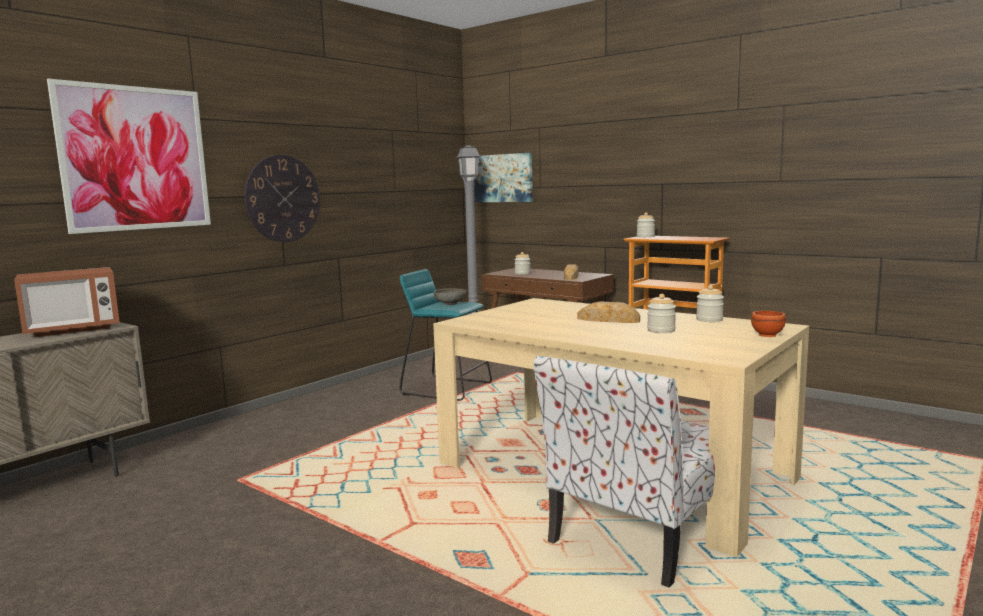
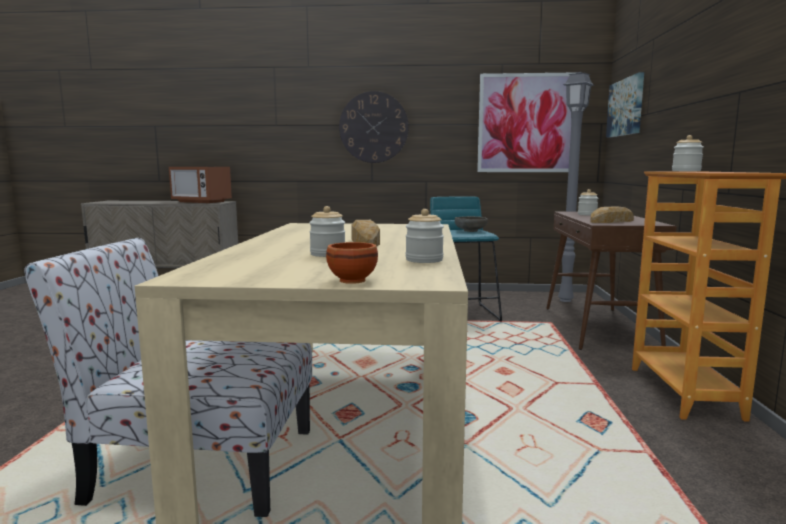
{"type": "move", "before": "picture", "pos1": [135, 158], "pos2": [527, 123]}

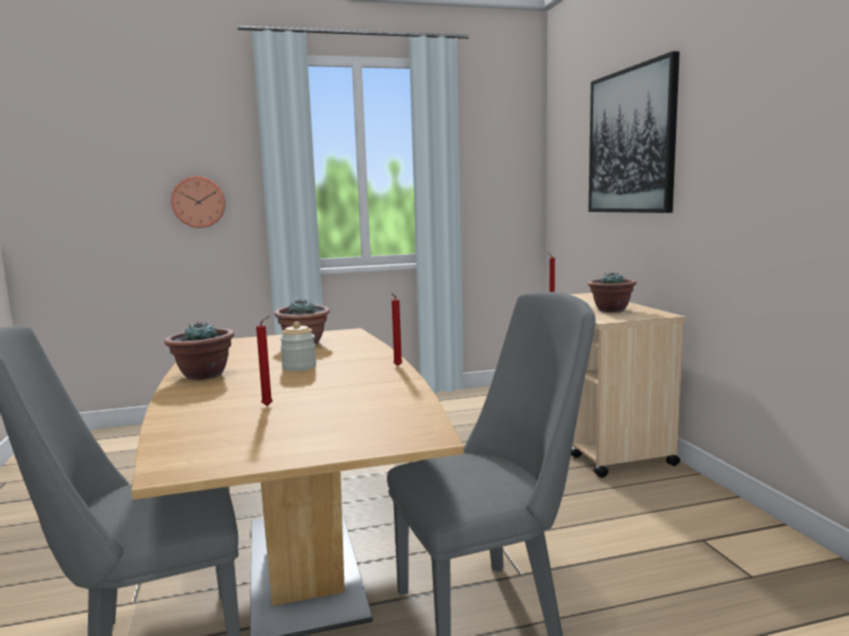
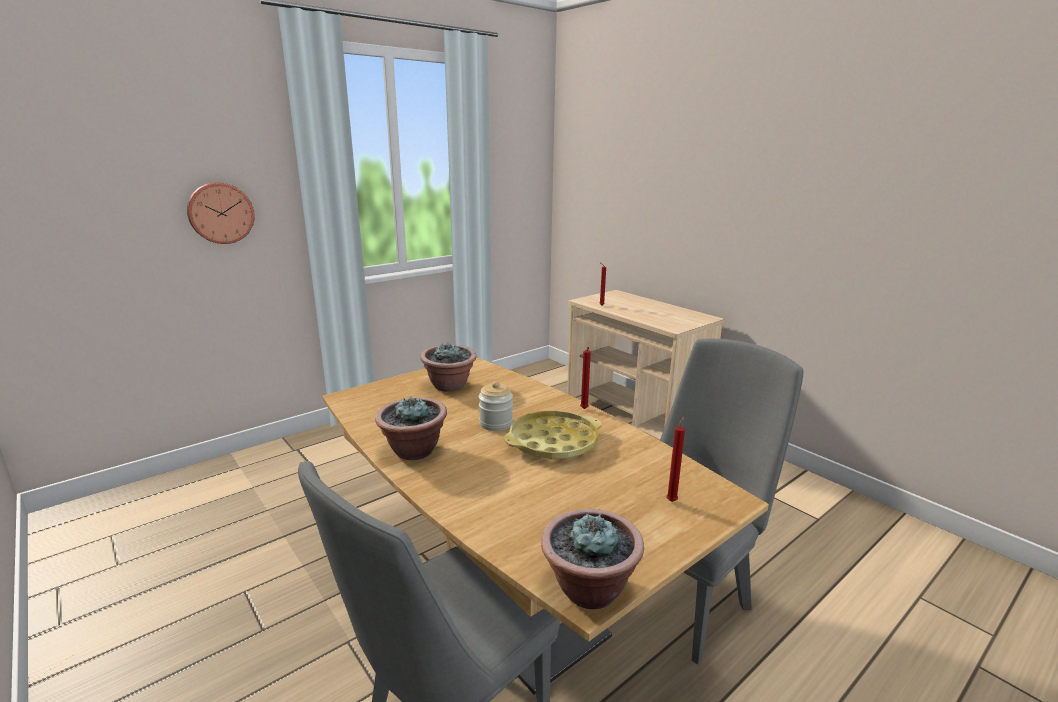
{"type": "move", "before": "red candle", "pos1": [269, 405], "pos2": [672, 500]}
{"type": "move", "before": "potted plant", "pos1": [610, 310], "pos2": [588, 589]}
{"type": "delete", "before": "picture", "pos1": [631, 141]}
{"type": "insert", "after": "yellow tray", "pos2": [553, 442]}

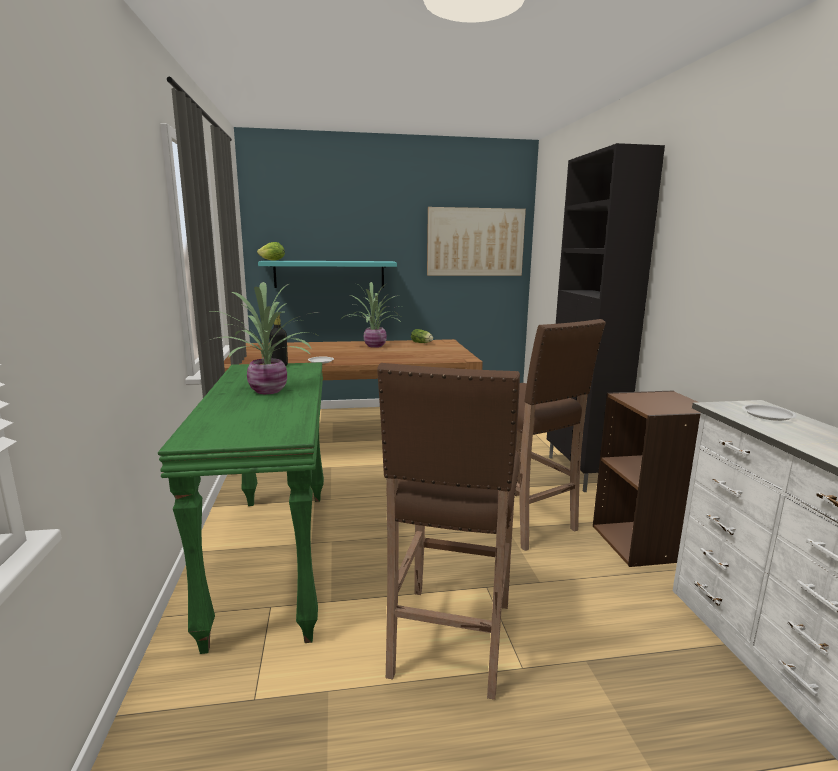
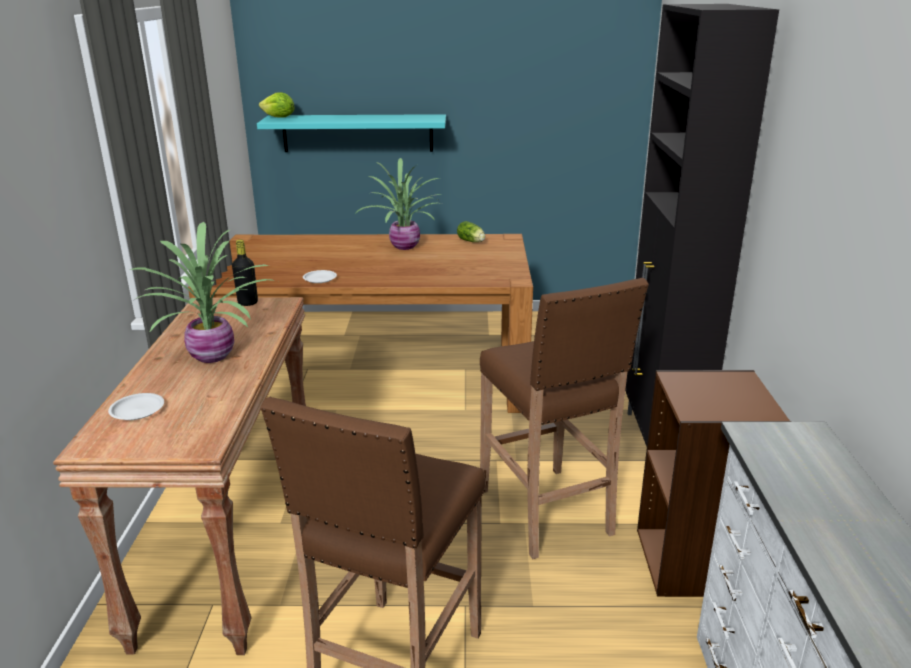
{"type": "recolor", "before": "green console table", "after": "brown console table", "pos1": [272, 558], "pos2": [231, 539]}
{"type": "delete", "before": "picture", "pos1": [475, 242]}
{"type": "move", "before": "white plate", "pos1": [768, 415], "pos2": [137, 410]}

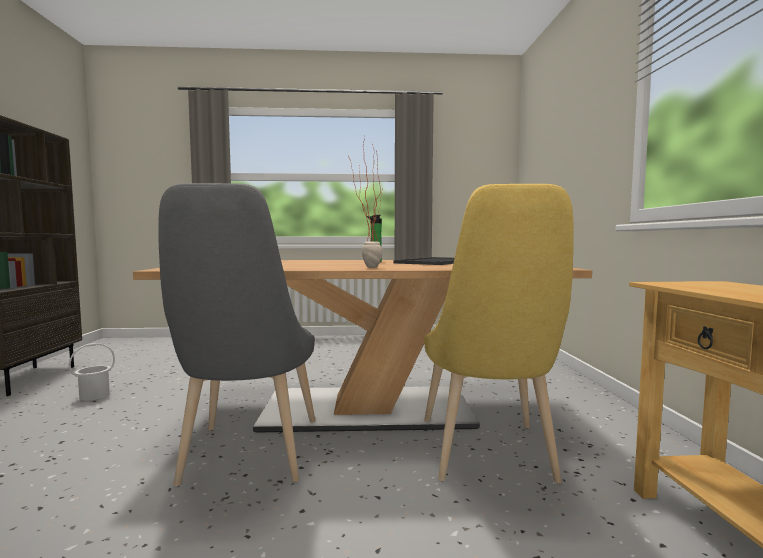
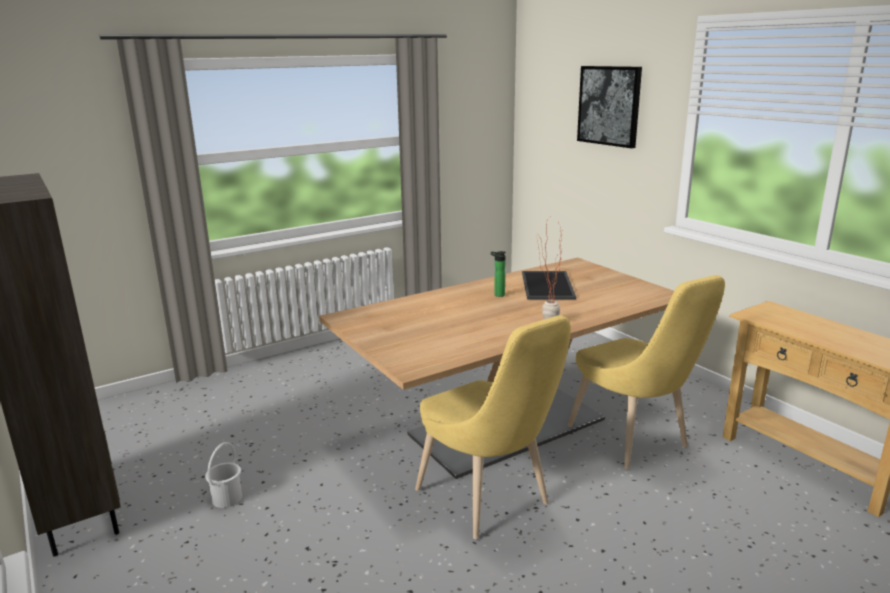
{"type": "recolor", "before": "grey chair", "after": "yellow chair", "pos1": [248, 458], "pos2": [488, 501]}
{"type": "insert", "after": "picture", "pos2": [609, 105]}

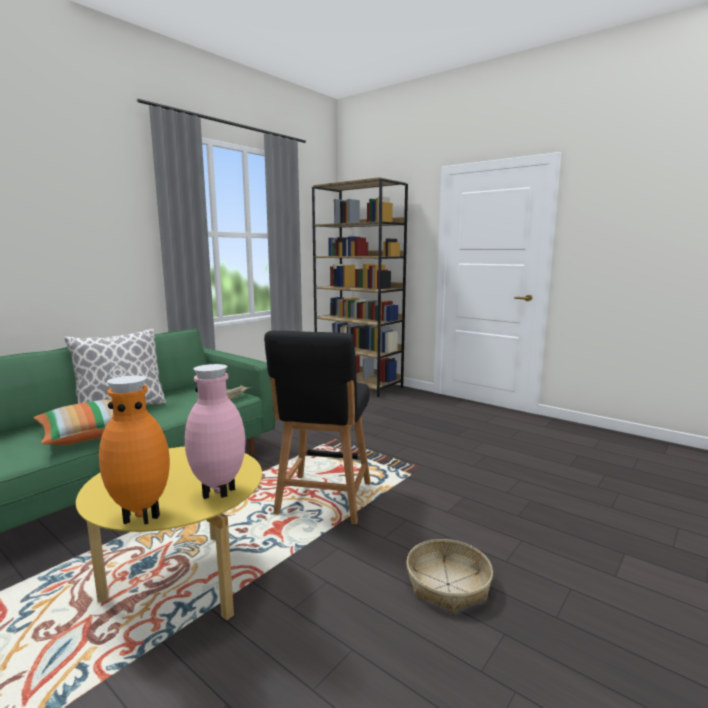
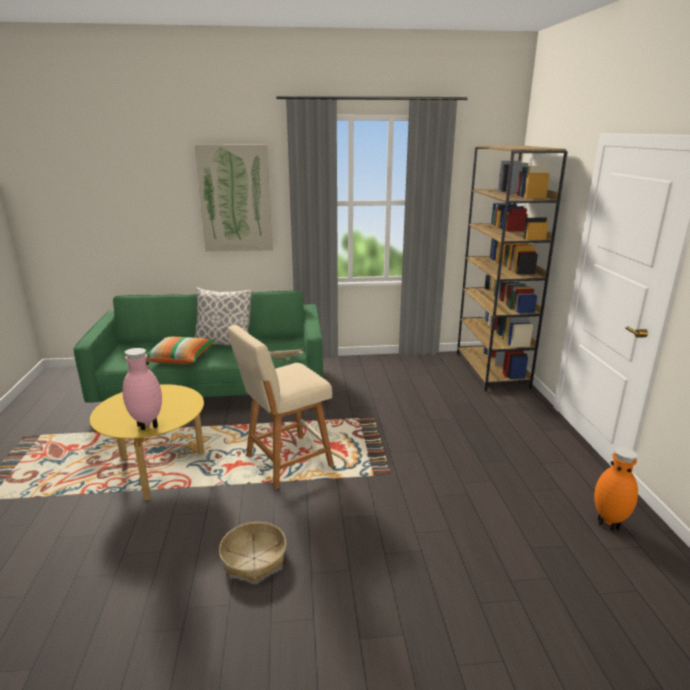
{"type": "move", "before": "orange vase", "pos1": [142, 516], "pos2": [609, 524]}
{"type": "recolor", "before": "black stool", "after": "beige stool", "pos1": [323, 501], "pos2": [285, 462]}
{"type": "insert", "after": "picture", "pos2": [235, 199]}

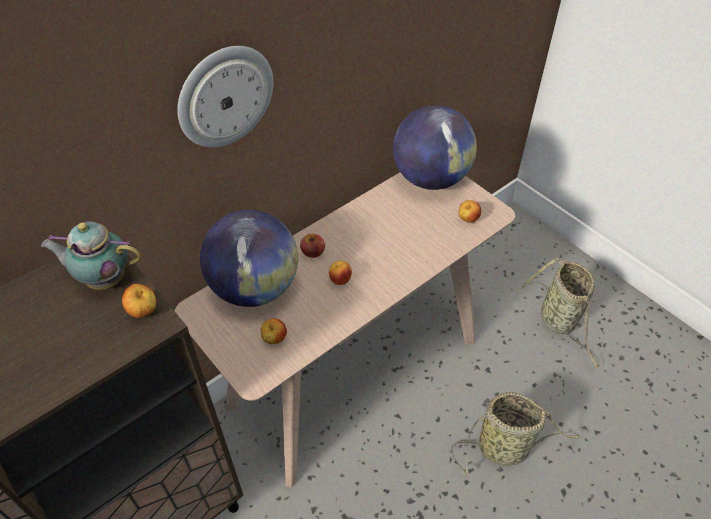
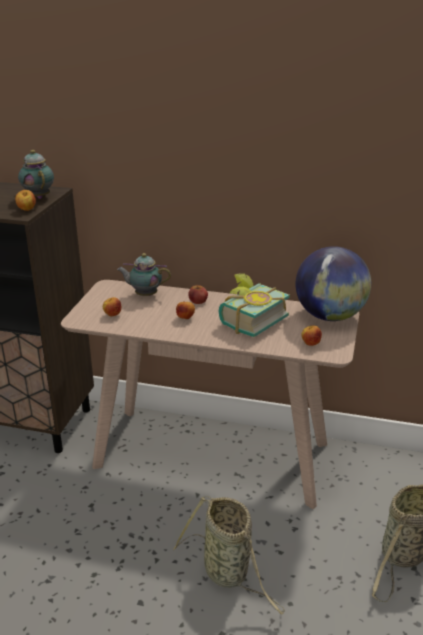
{"type": "delete", "before": "wall clock", "pos1": [224, 96]}
{"type": "replace", "before": "globe", "after": "teapot", "pos1": [255, 288], "pos2": [144, 295]}
{"type": "insert", "after": "book", "pos2": [248, 320]}

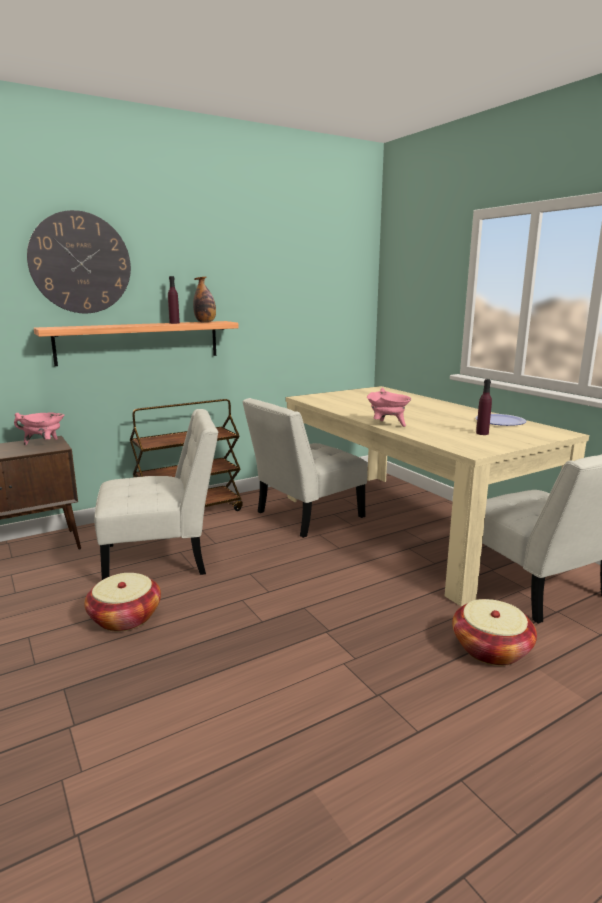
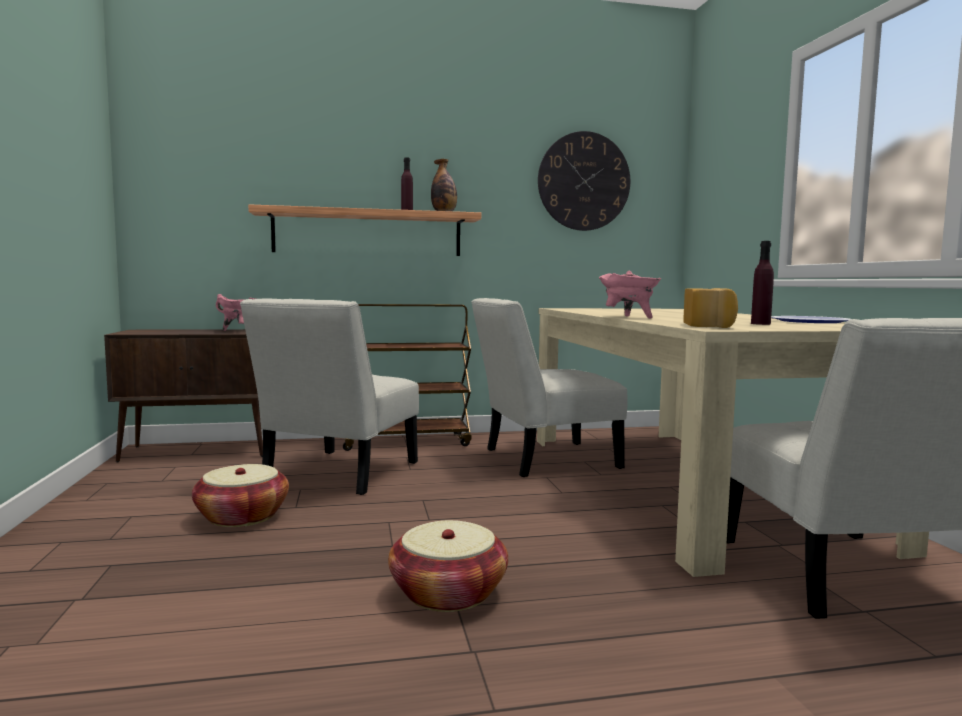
{"type": "move", "before": "wall clock", "pos1": [80, 263], "pos2": [584, 181]}
{"type": "rotate", "before": "white chair", "pos1": [162, 558], "pos2": [337, 474], "turn": 105}
{"type": "move", "before": "basket", "pos1": [491, 649], "pos2": [448, 593]}
{"type": "insert", "after": "bread", "pos2": [709, 325]}

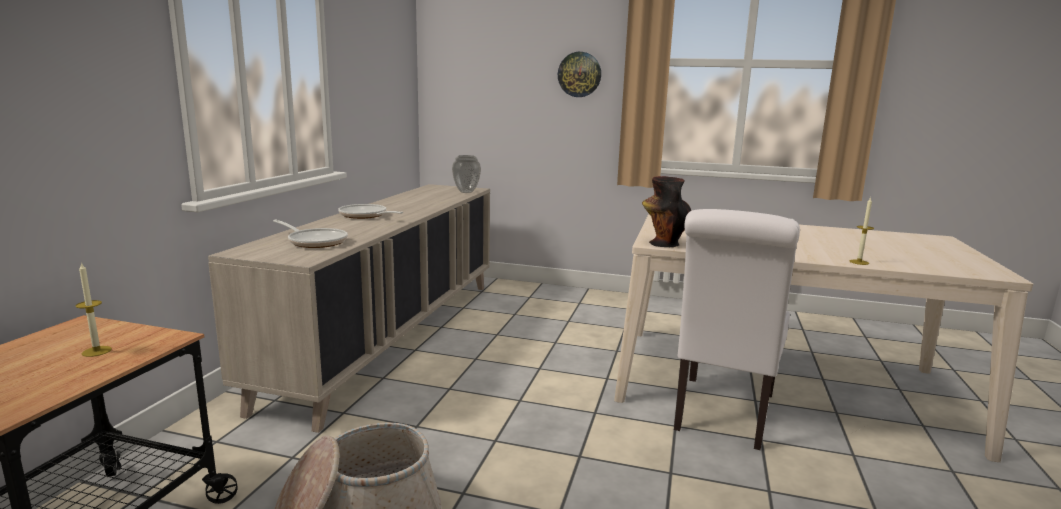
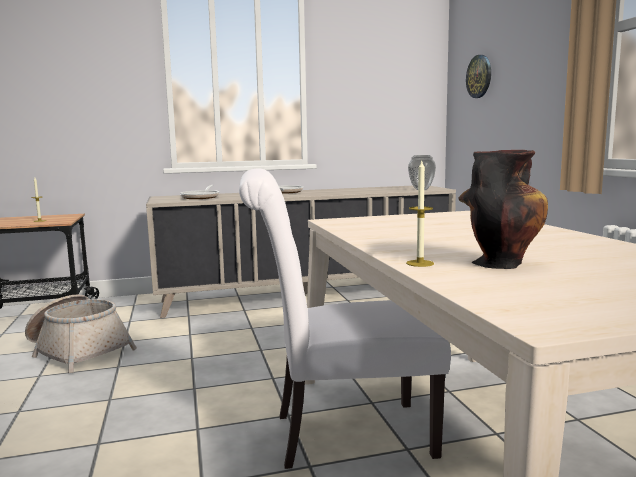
{"type": "move", "before": "wall clock", "pos1": [579, 74], "pos2": [479, 76]}
{"type": "move", "before": "vase", "pos1": [663, 243], "pos2": [499, 262]}

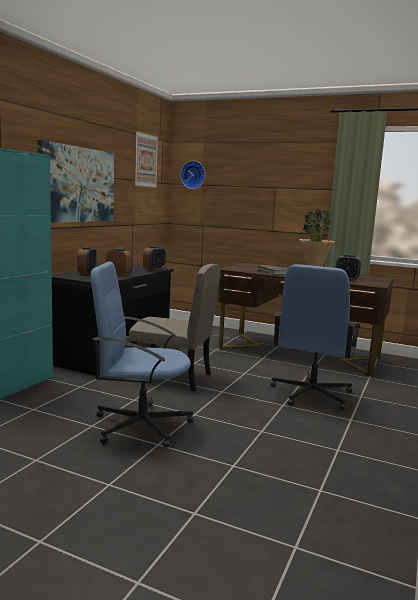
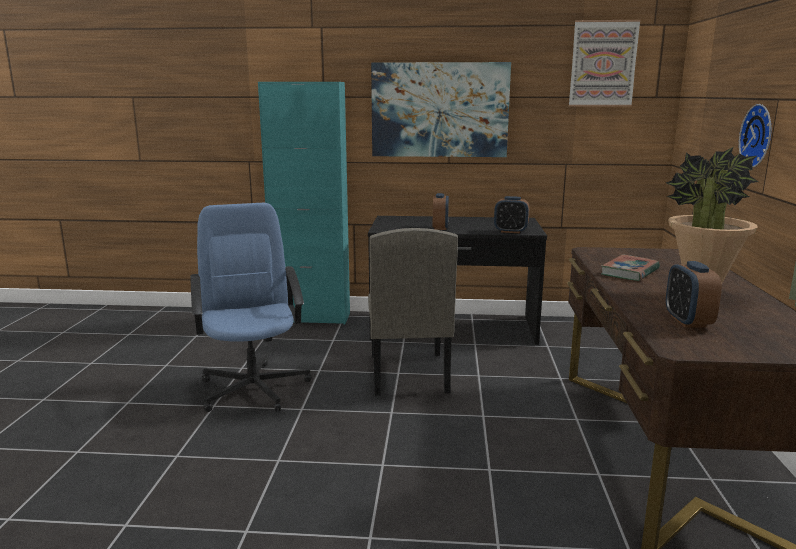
{"type": "delete", "before": "alarm clock", "pos1": [87, 272]}
{"type": "move", "before": "wall clock", "pos1": [193, 175], "pos2": [759, 136]}
{"type": "delete", "before": "blue office chair", "pos1": [311, 394]}

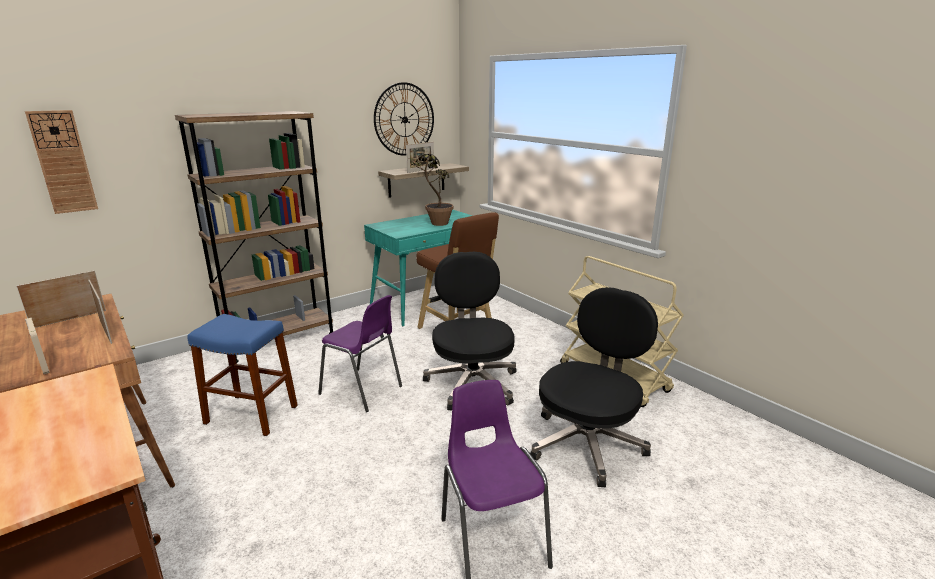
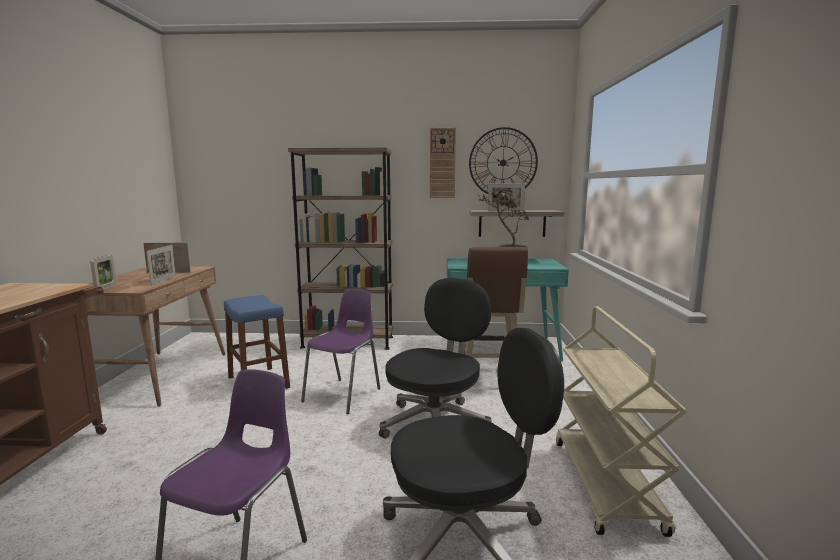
{"type": "move", "before": "wall clock", "pos1": [63, 162], "pos2": [442, 163]}
{"type": "rotate", "before": "purple chair", "pos1": [362, 390], "pos2": [344, 395], "turn": -135}

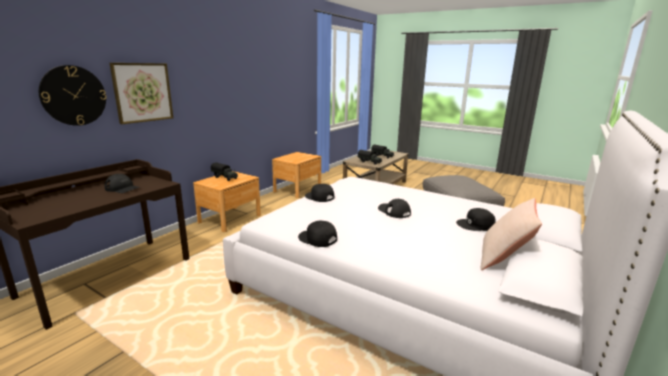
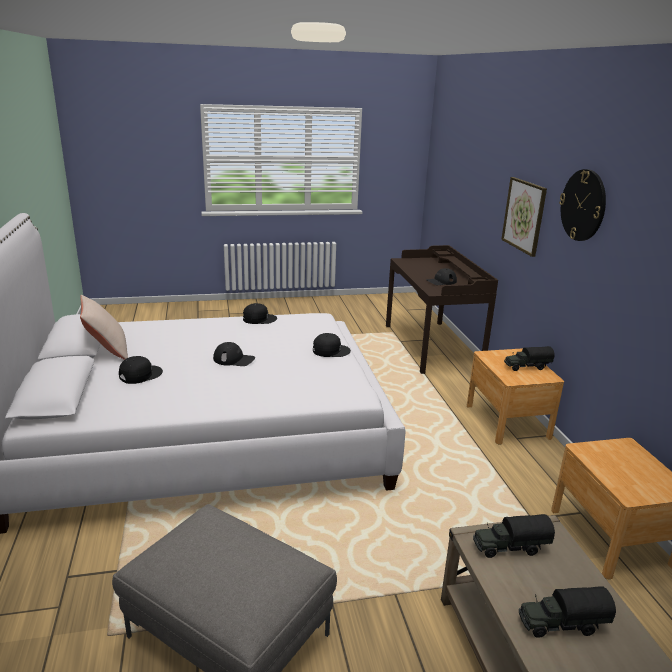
{"type": "move", "before": "wall clock", "pos1": [73, 95], "pos2": [583, 205]}

